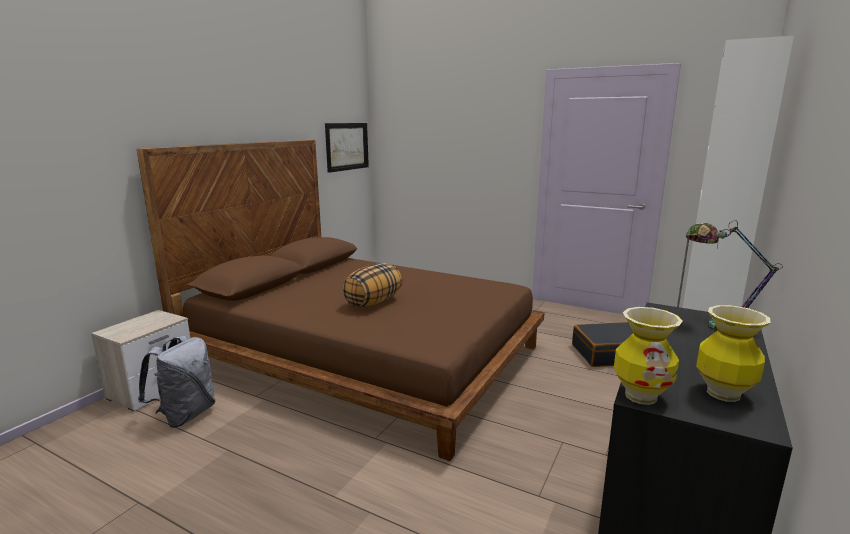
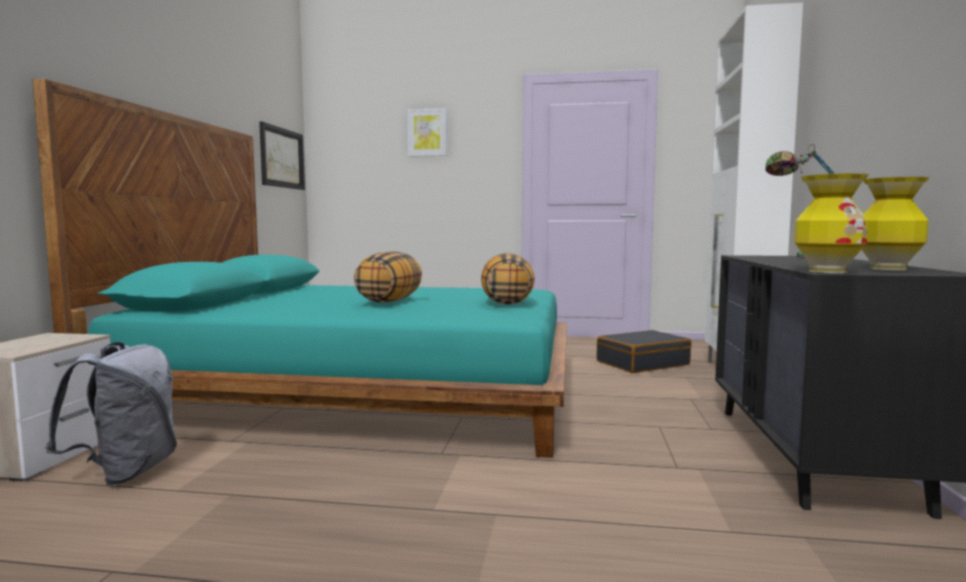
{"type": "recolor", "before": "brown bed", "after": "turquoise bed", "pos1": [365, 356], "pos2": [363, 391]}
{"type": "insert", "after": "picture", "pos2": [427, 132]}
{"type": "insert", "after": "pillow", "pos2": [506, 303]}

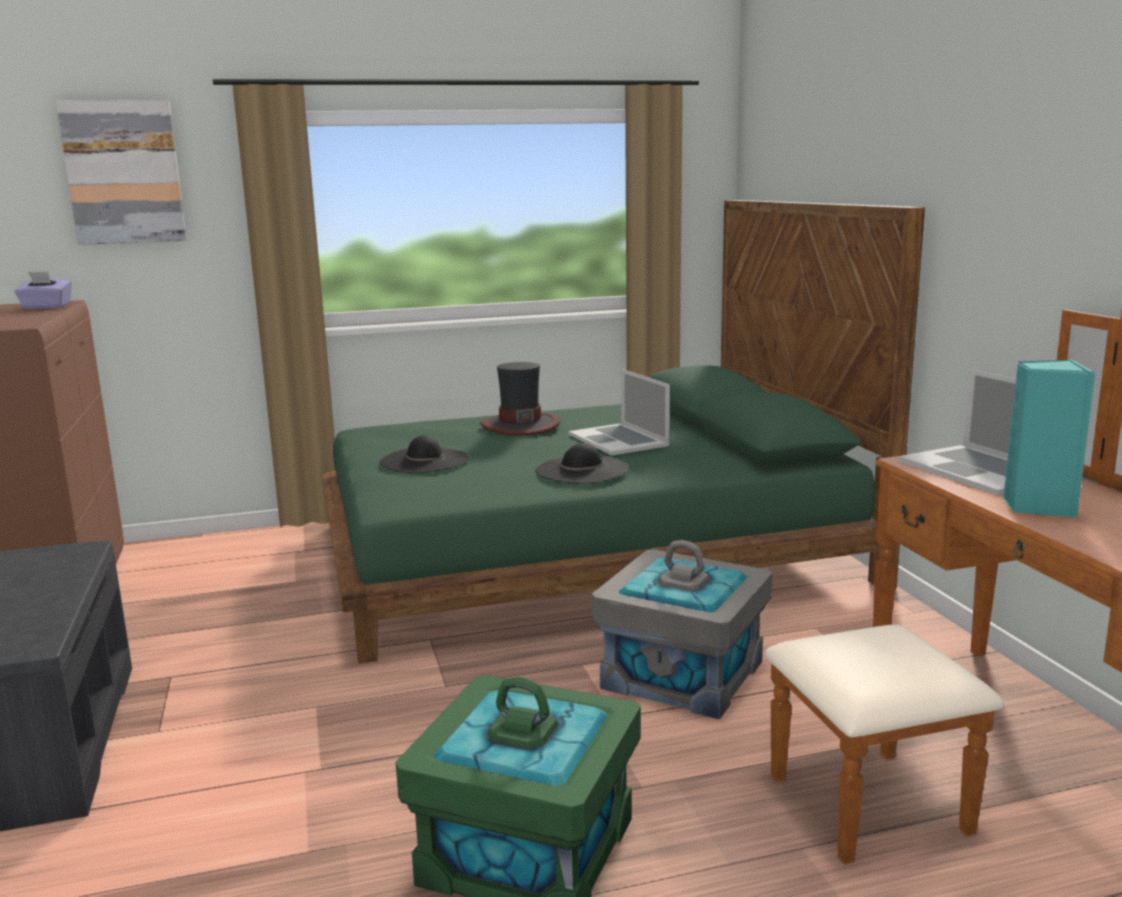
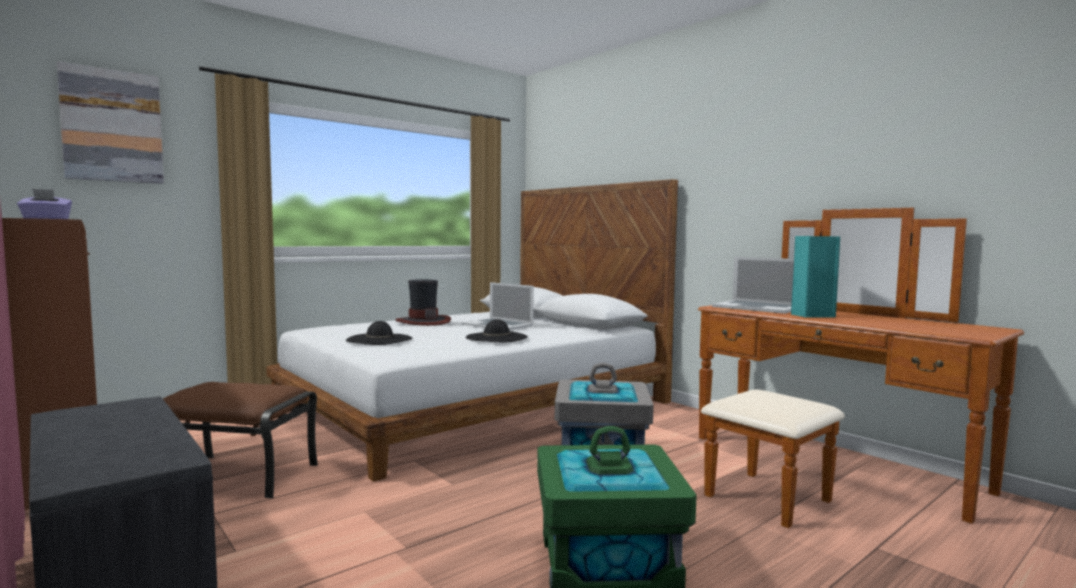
{"type": "recolor", "before": "green bed", "after": "white bed", "pos1": [583, 553], "pos2": [473, 404]}
{"type": "insert", "after": "brown ottoman", "pos2": [239, 475]}

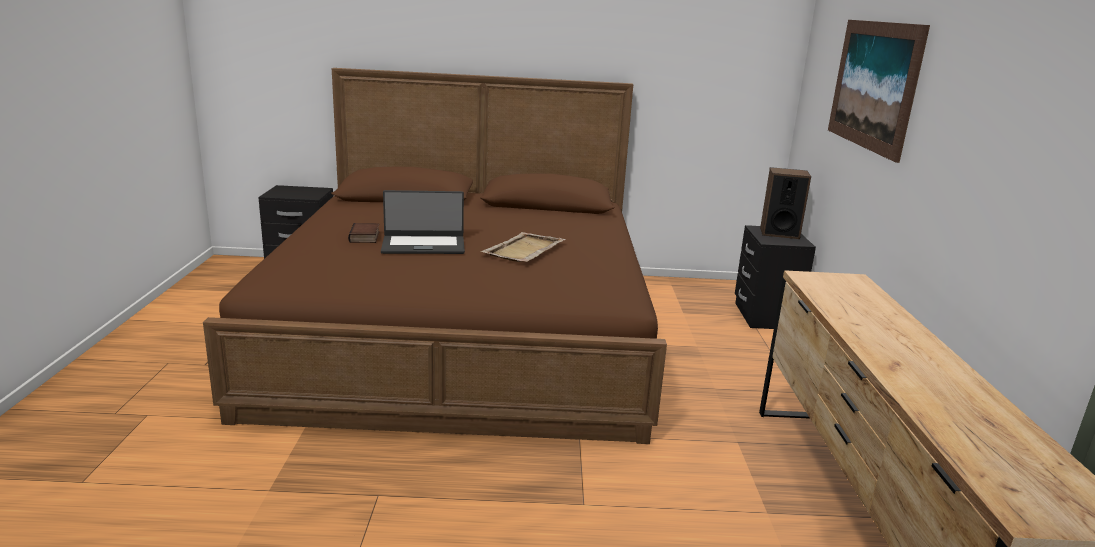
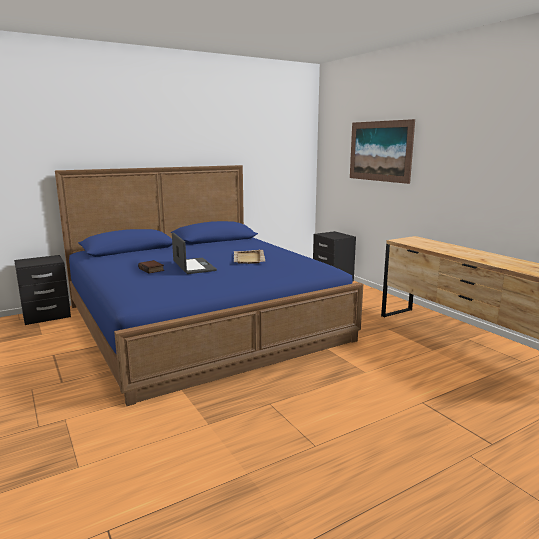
{"type": "recolor", "before": "brown bed", "after": "blue bed", "pos1": [463, 332], "pos2": [201, 321]}
{"type": "rotate", "before": "laptop", "pos1": [423, 245], "pos2": [193, 266], "turn": -75}
{"type": "delete", "before": "speaker", "pos1": [779, 233]}

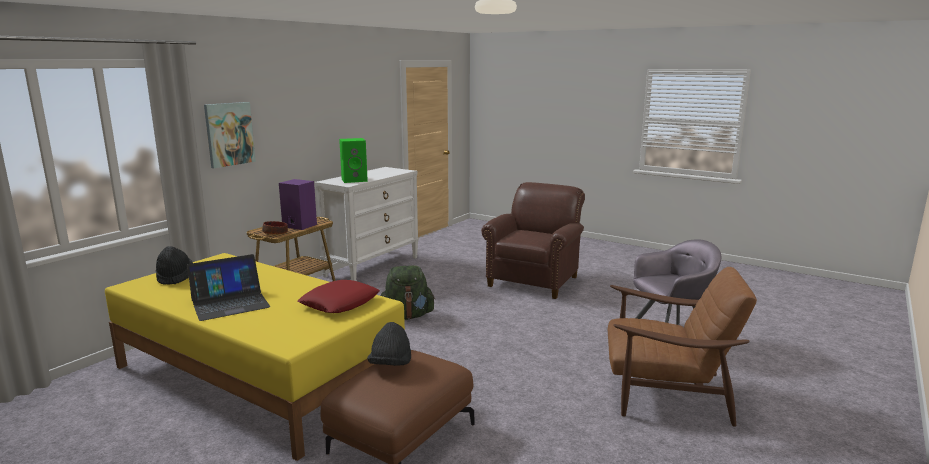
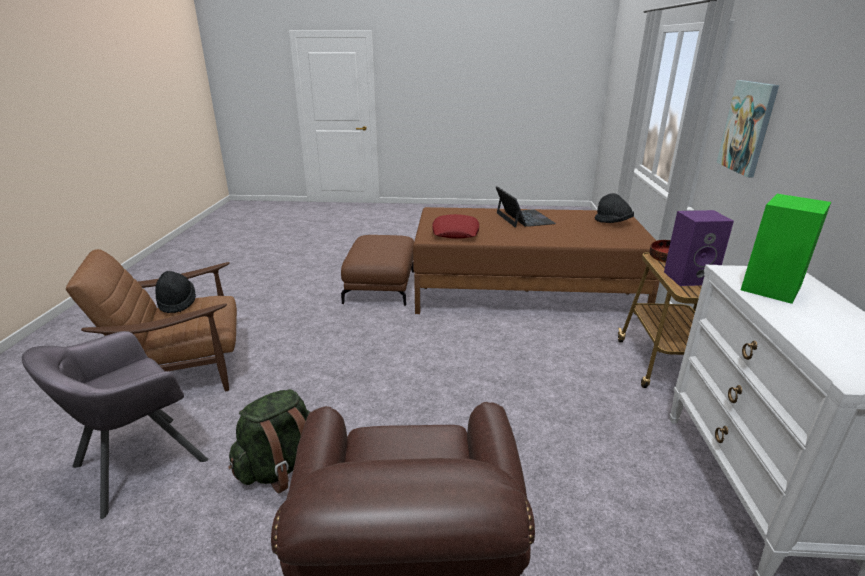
{"type": "recolor", "before": "yellow bed", "after": "brown bed", "pos1": [258, 375], "pos2": [526, 291]}
{"type": "rotate", "before": "laptop", "pos1": [230, 303], "pos2": [524, 218], "turn": 135}
{"type": "move", "before": "black hat", "pos1": [390, 365], "pos2": [177, 303]}
{"type": "move", "before": "green backpack", "pos1": [407, 316], "pos2": [281, 468]}

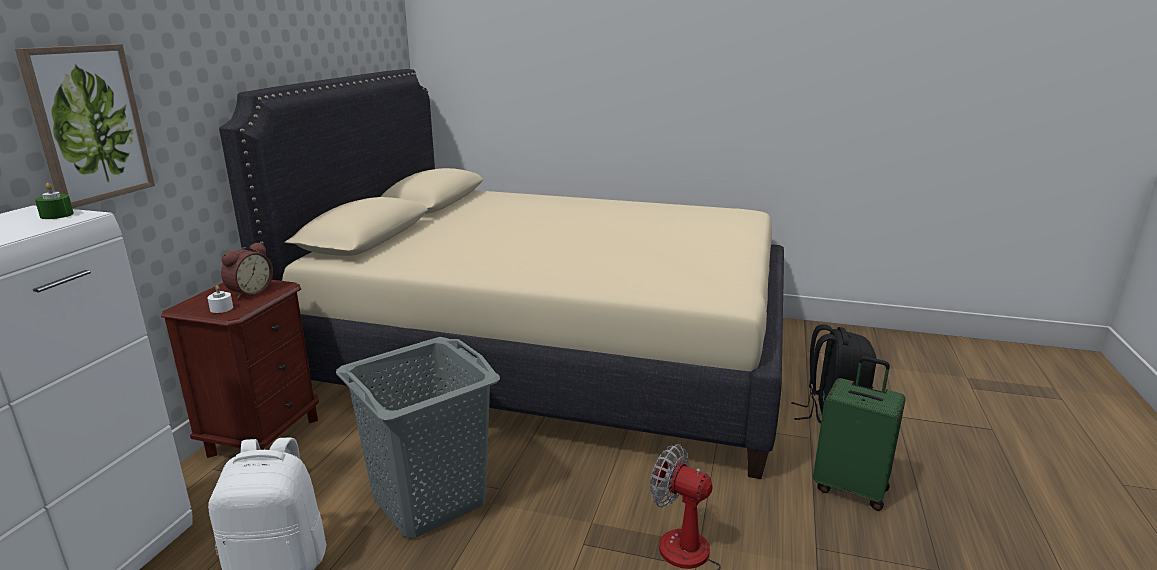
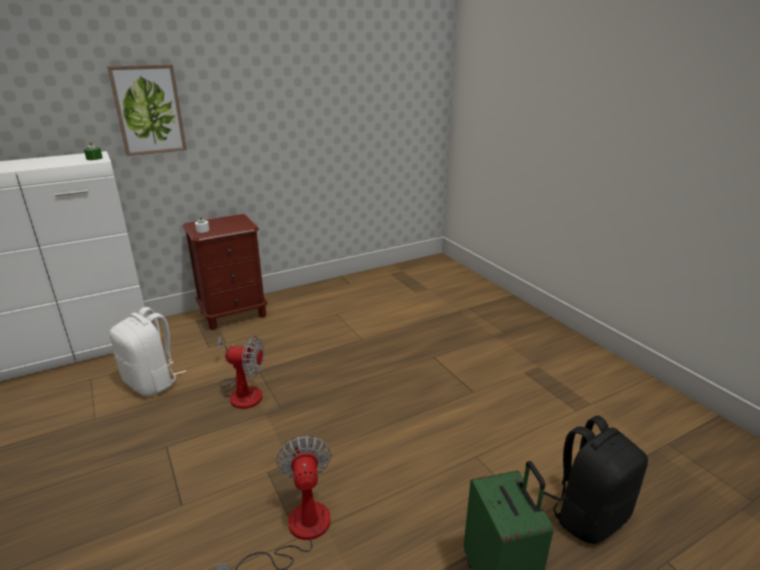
{"type": "delete", "before": "beige bed", "pos1": [552, 356]}
{"type": "delete", "before": "alarm clock", "pos1": [249, 292]}
{"type": "replace", "before": "grey laundry basket", "after": "fan", "pos1": [428, 500], "pos2": [242, 391]}

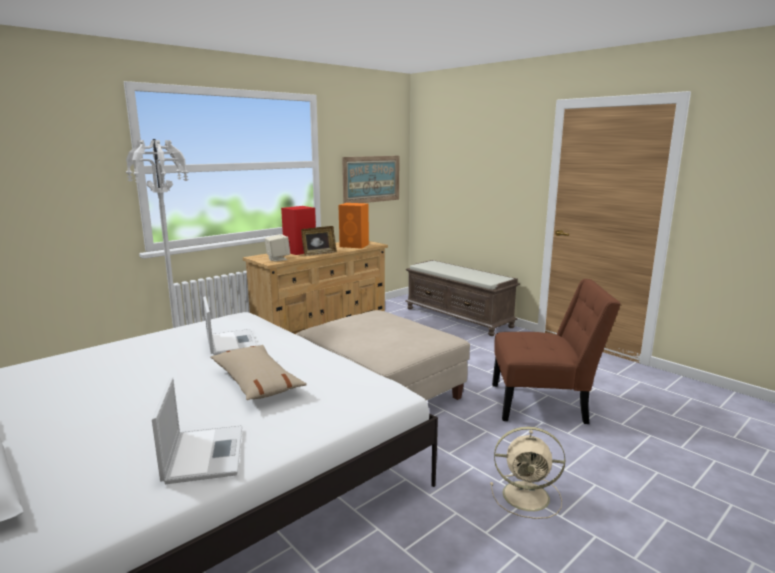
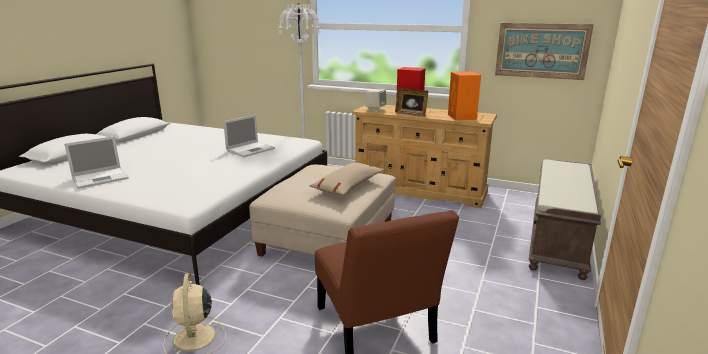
{"type": "move", "before": "beige pillow", "pos1": [256, 382], "pos2": [348, 186]}

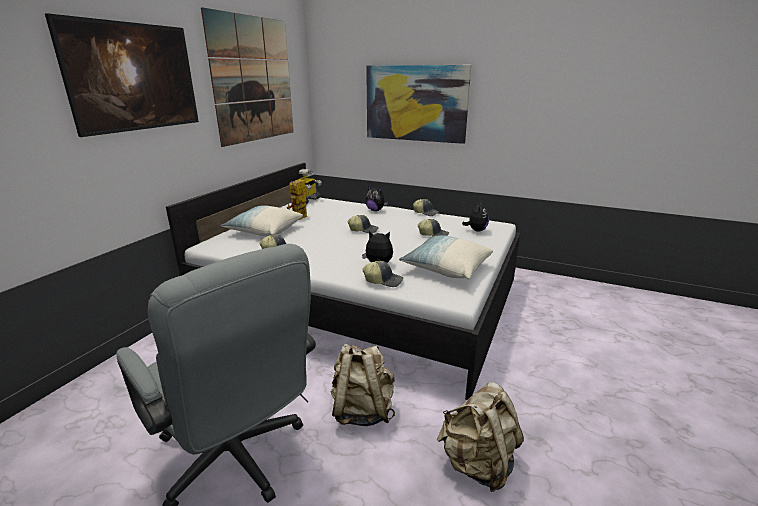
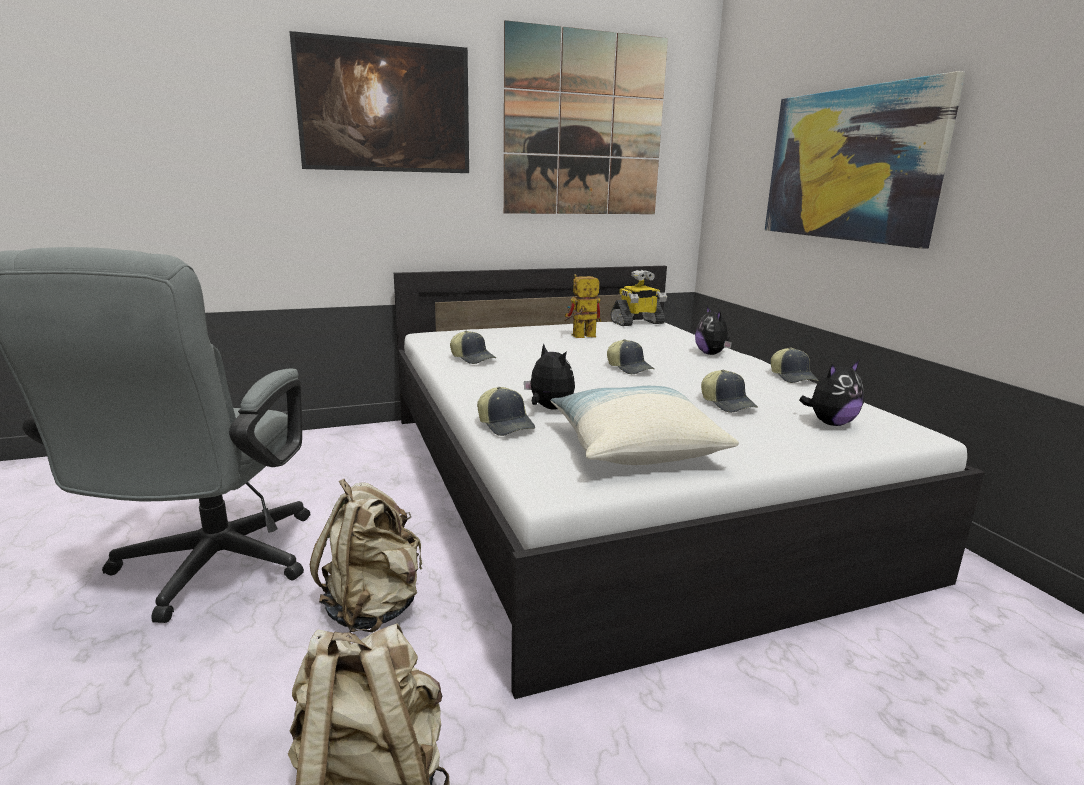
{"type": "delete", "before": "pillow", "pos1": [264, 231]}

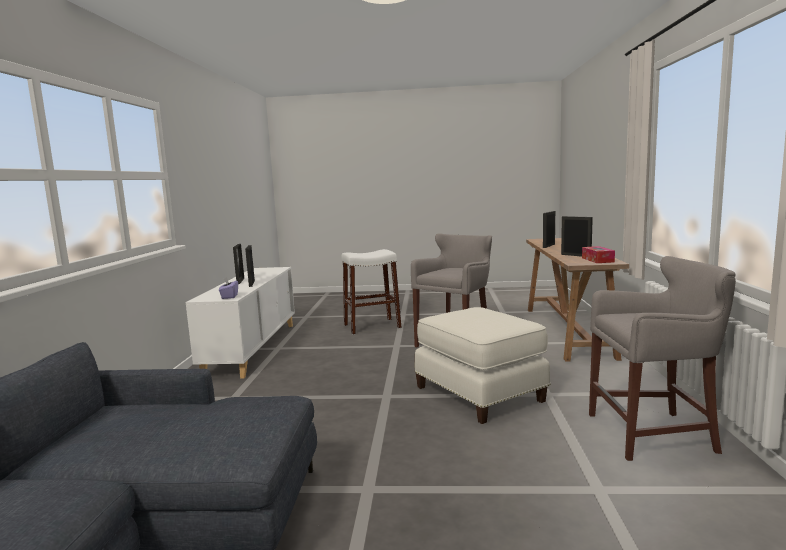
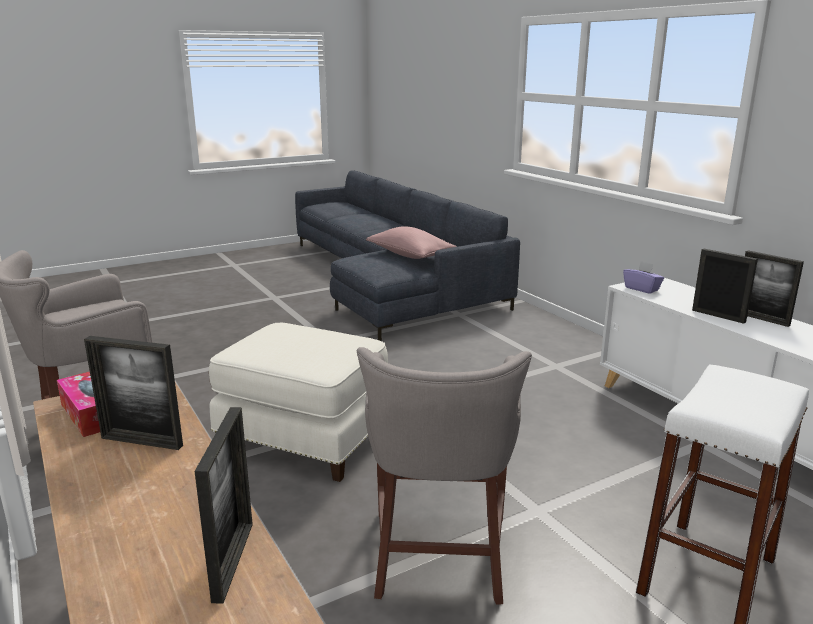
{"type": "insert", "after": "pink pillow", "pos2": [410, 255]}

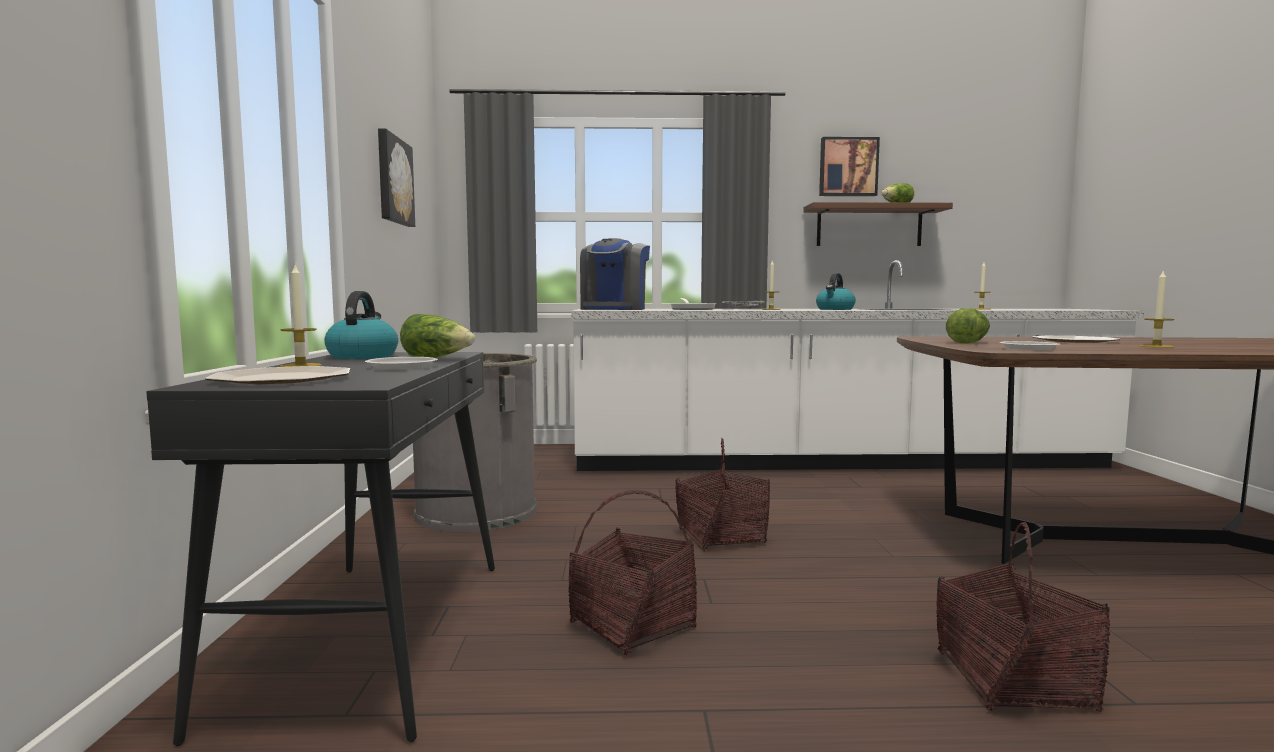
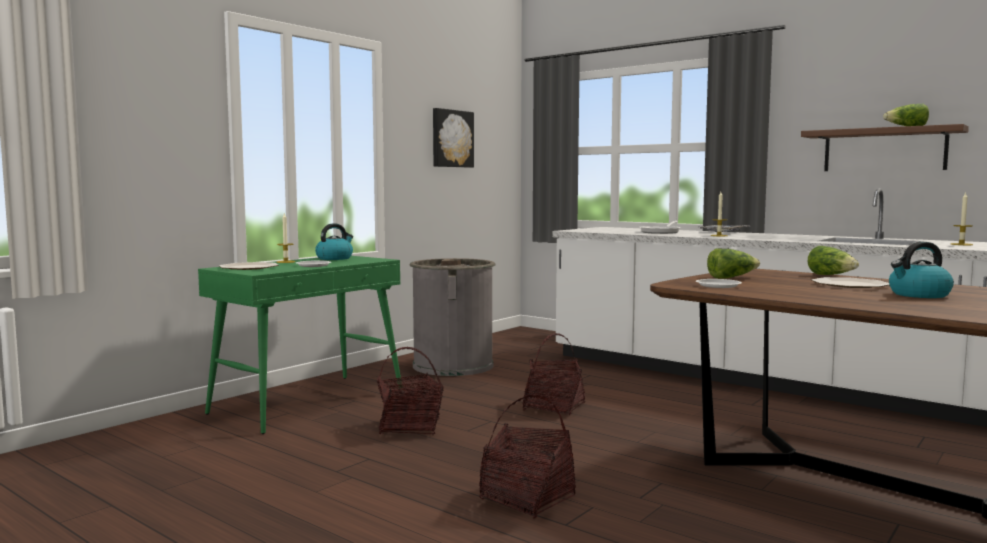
{"type": "recolor", "before": "black console table", "after": "green console table", "pos1": [372, 635], "pos2": [309, 402]}
{"type": "move", "before": "lettuce", "pos1": [438, 358], "pos2": [831, 276]}
{"type": "delete", "before": "coffee machine", "pos1": [614, 309]}
{"type": "move", "before": "kettle", "pos1": [835, 309], "pos2": [918, 295]}
{"type": "delete", "before": "picture", "pos1": [848, 167]}
{"type": "delete", "before": "candle", "pos1": [1156, 346]}

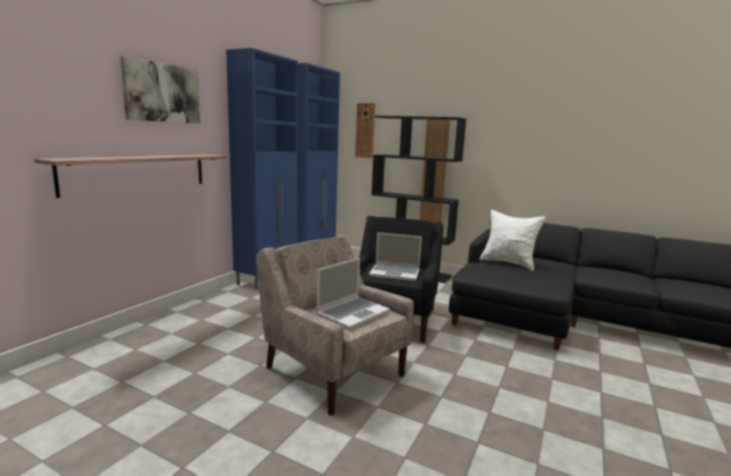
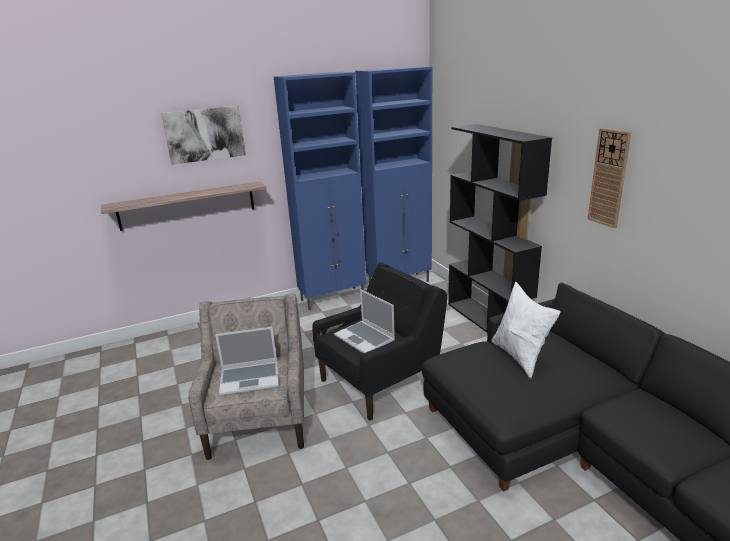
{"type": "move", "before": "wall clock", "pos1": [365, 130], "pos2": [609, 178]}

